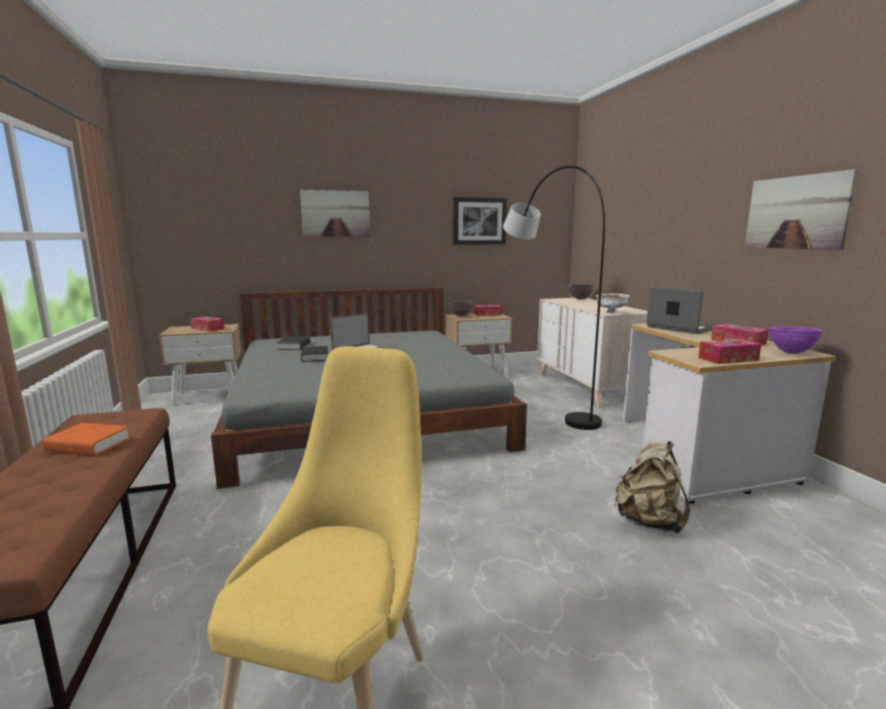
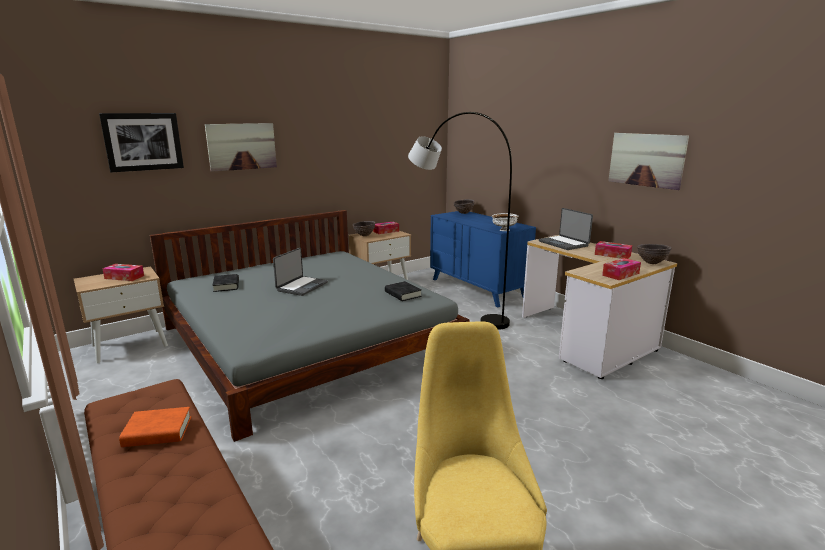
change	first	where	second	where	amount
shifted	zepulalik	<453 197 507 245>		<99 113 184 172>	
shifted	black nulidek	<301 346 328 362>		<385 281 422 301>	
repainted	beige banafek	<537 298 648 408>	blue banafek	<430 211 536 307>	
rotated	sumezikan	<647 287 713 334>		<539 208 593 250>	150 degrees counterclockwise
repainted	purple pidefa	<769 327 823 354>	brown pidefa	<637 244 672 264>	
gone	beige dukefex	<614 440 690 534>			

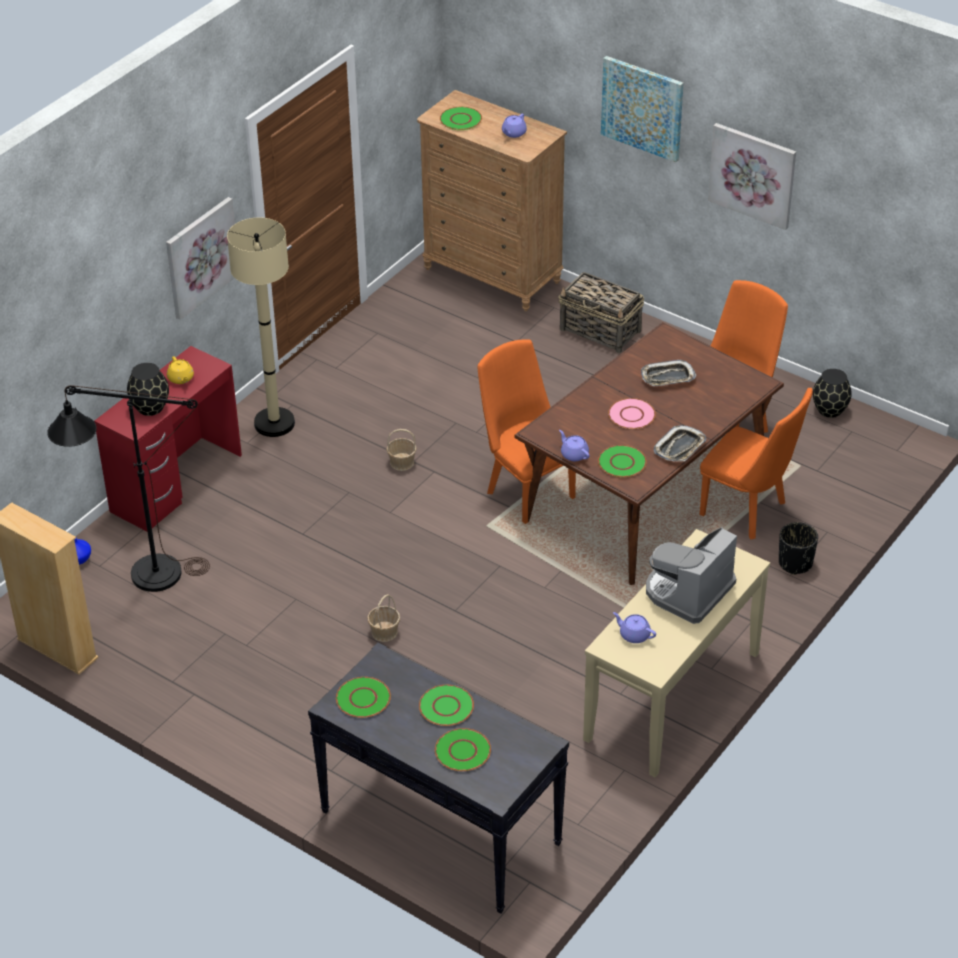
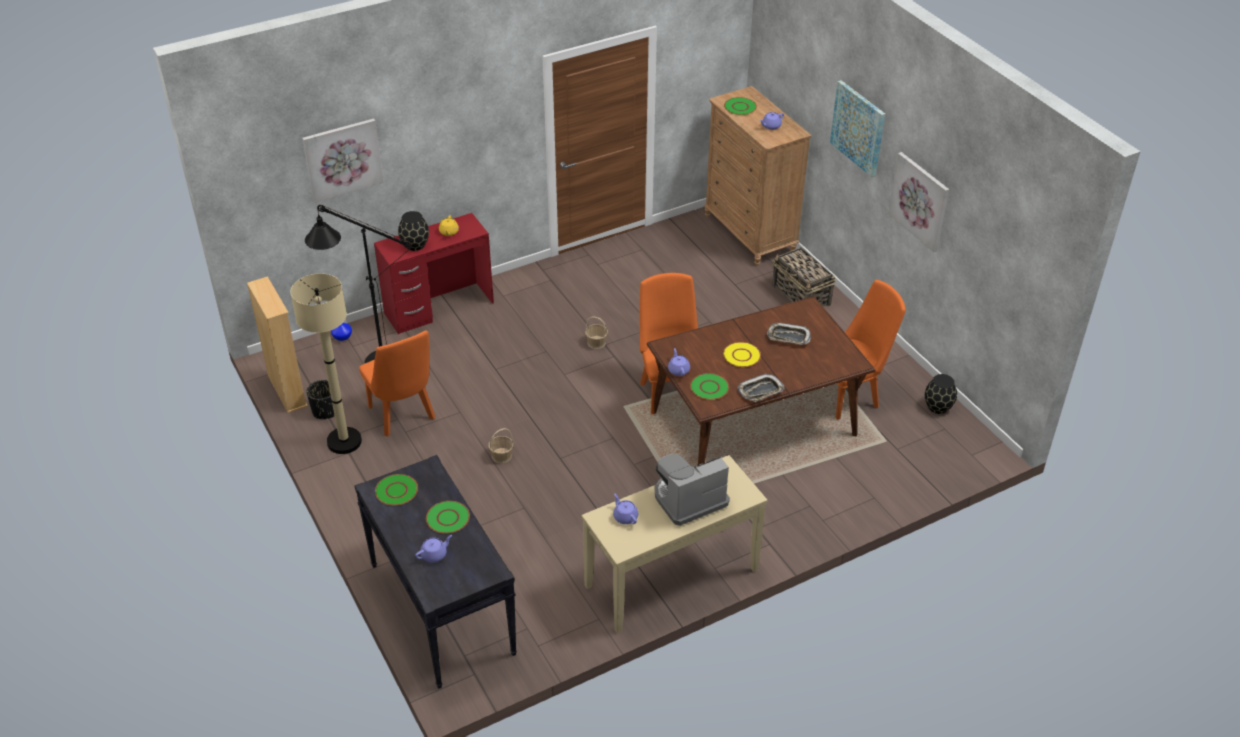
change	first	where	second	where	amount
shifted	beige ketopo	<227 218 295 437>		<291 274 362 454>	
shifted	zepulalik	<166 197 235 320>		<302 119 384 202>	
shifted	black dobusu	<779 522 818 575>		<306 380 335 419>	
shifted	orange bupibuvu	<700 388 813 539>		<359 330 435 436>	
swapped	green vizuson	<435 728 491 771>	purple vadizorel	<415 535 452 563>	
repainted	pink vizuson	<608 398 656 429>	yellow vizuson	<723 342 761 367>	

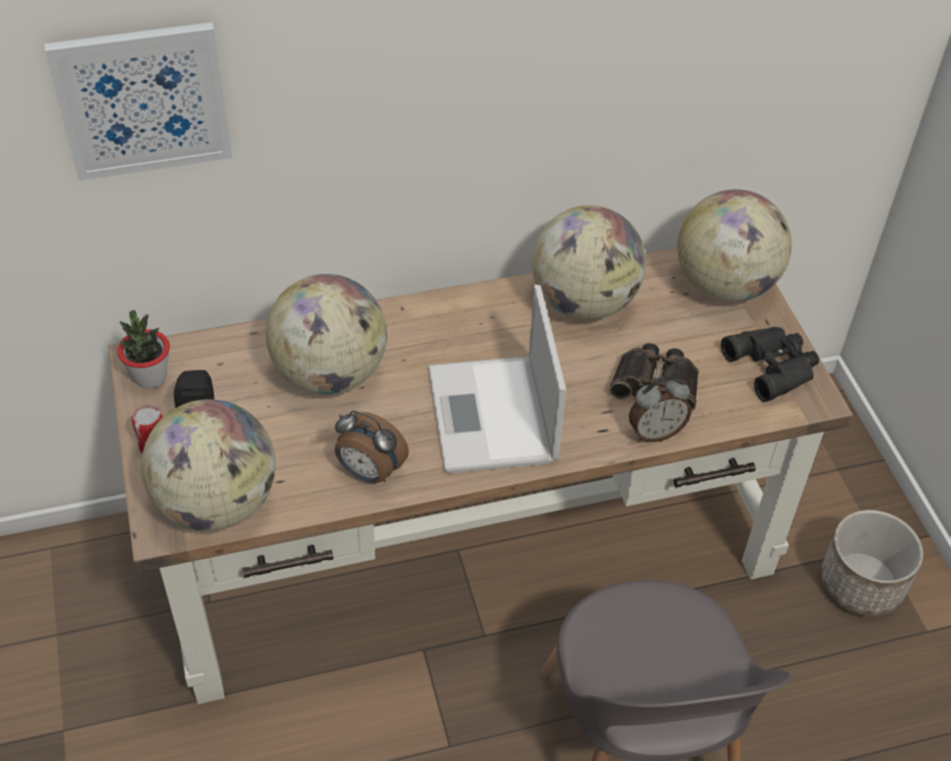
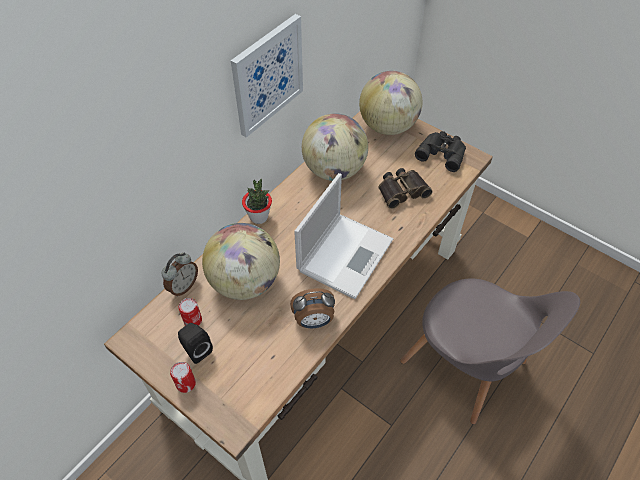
change	first	where	second	where	amount
shifted	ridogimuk	<629 376 692 442>		<162 252 198 296>	
new			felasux	<178 298 202 326>	
shifted	zepulalik	<44 22 232 181>		<231 14 303 138>	
shifted	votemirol	<117 310 170 389>		<242 178 272 224>	
rotated	sumezikan	<428 285 566 474>		<294 173 393 299>	105 degrees counterclockwise
gone	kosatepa	<141 399 276 531>			
gone	dobusu	<821 510 923 617>			

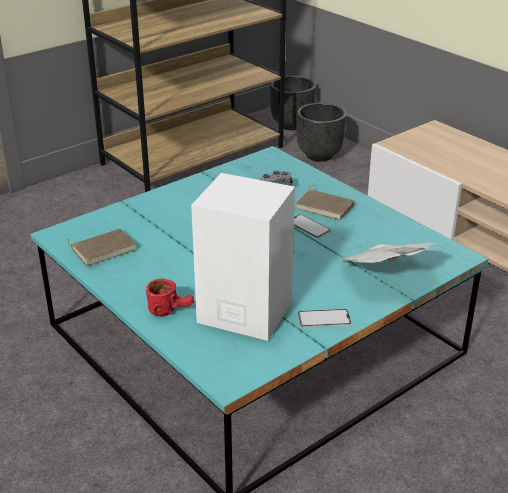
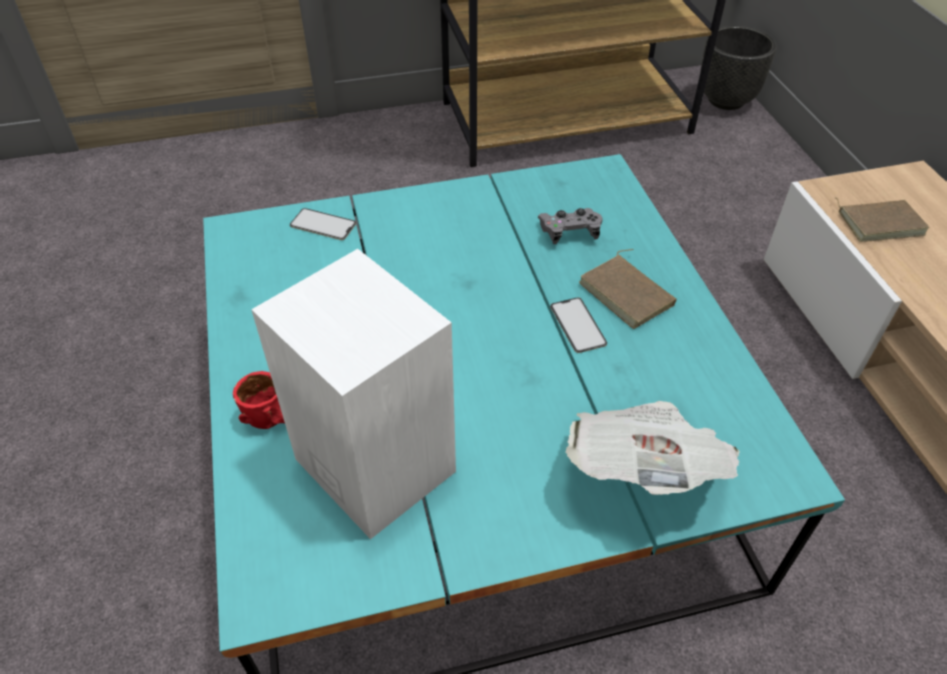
change	first	where	second	where	amount
shifted	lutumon	<298 309 351 327>		<290 208 356 240>	
shifted	brown nulidek	<67 229 136 266>		<834 197 930 242>	
gone	black dobusu	<296 103 347 162>			

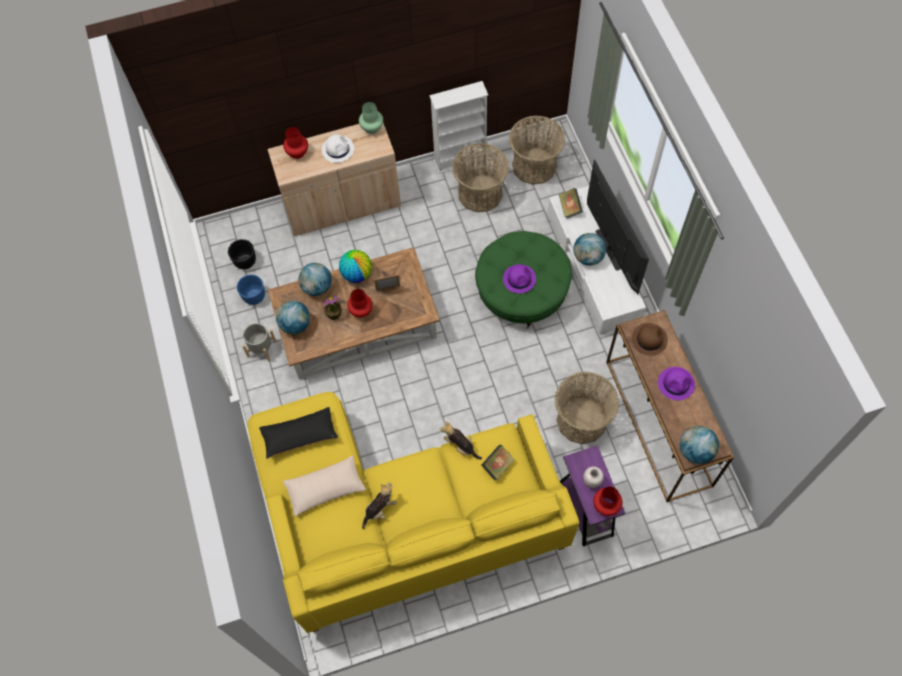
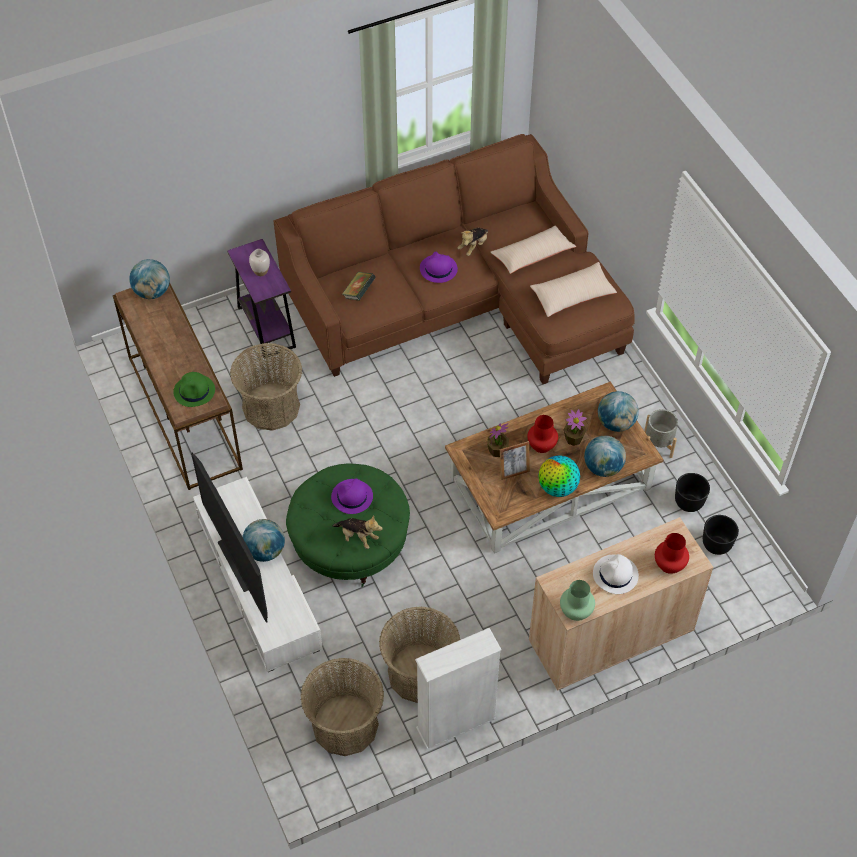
change	first	where	second	where	amount
repainted	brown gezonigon	<632 323 668 356>	green gezonigon	<173 372 215 407>	
repainted	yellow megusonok	<248 392 579 633>	brown megusonok	<273 134 635 384>	
shifted	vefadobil	<440 421 482 460>		<332 516 383 549>	
shifted	purple gezonigon	<658 367 695 400>		<420 252 458 283>	
new			votemirol	<487 423 509 457>	
repainted	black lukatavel	<259 407 338 459>	beige lukatavel	<530 262 617 317>	
repainted	blue dobusu	<237 274 265 305>	black dobusu	<675 473 710 512>	
gone	nulidek	<559 188 583 218>			
gone	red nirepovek	<593 487 622 516>			

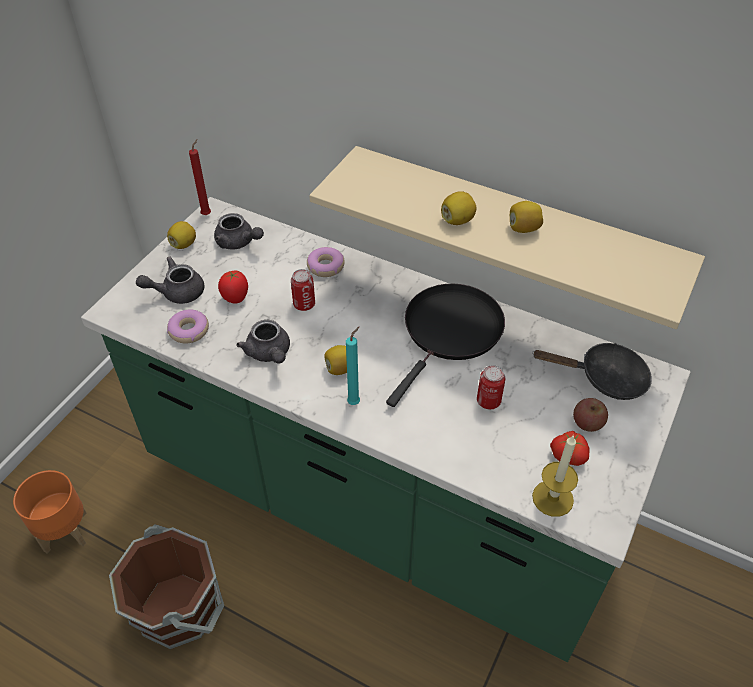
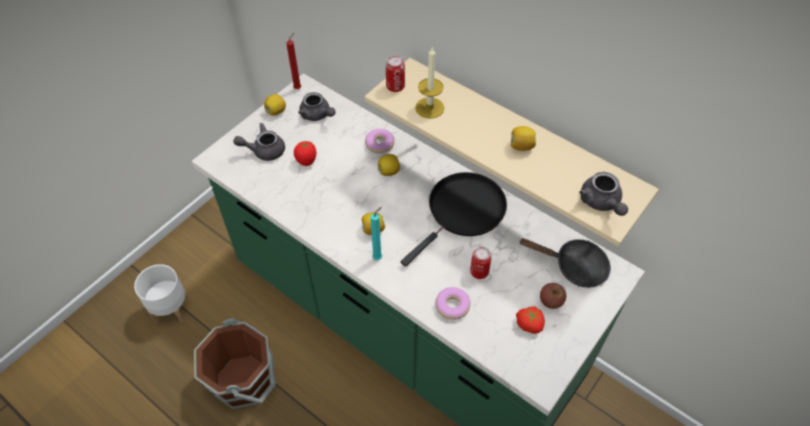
change	first	where	second	where	amount
repainted	orange dobusu	<13 470 86 553>	white dobusu	<134 264 188 324>	
shifted	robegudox	<441 191 476 225>		<378 154 400 176>	
shifted	felasux	<291 269 315 311>		<386 56 405 92>	
shifted	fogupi	<532 435 578 517>		<415 47 444 119>	
shifted	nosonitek	<167 310 209 343>		<435 287 470 320>	
shifted	grey vadizorel	<237 320 290 364>		<579 172 628 216>	

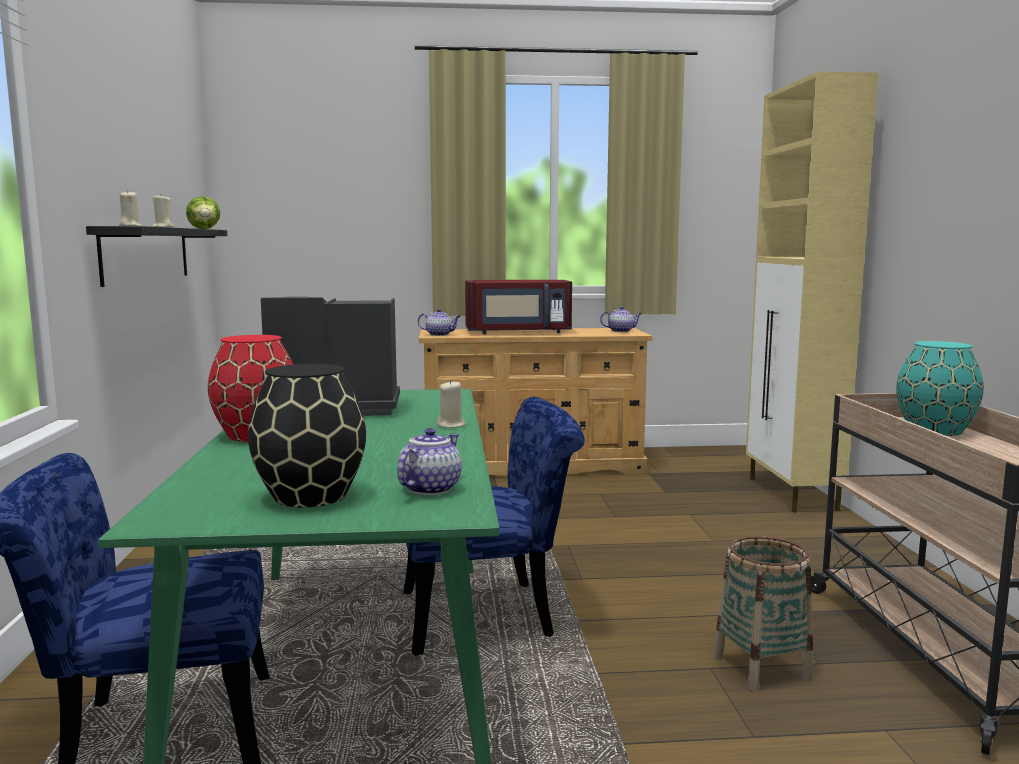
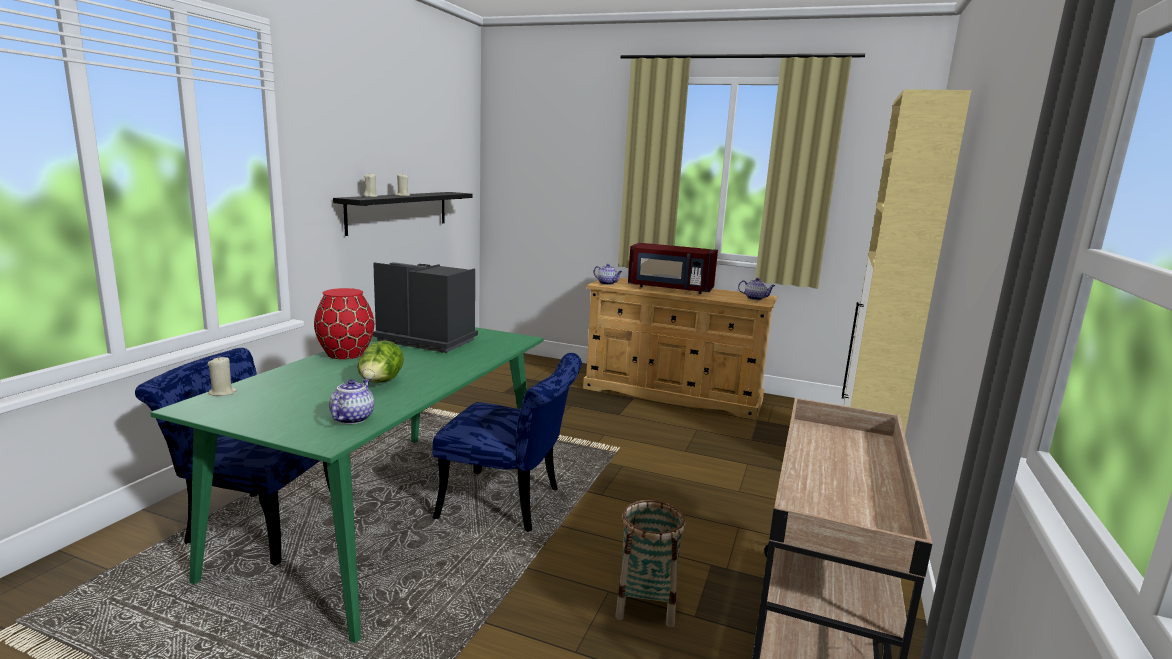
change	first	where	second	where	amount
shifted	beige fogupi	<437 380 466 428>		<208 356 237 396>	
rotated	vadizorel	<397 428 462 495>		<329 379 374 424>	45 degrees counterclockwise
shifted	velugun	<186 196 220 229>		<357 340 404 383>	
gone	black nirepovek	<248 364 366 507>			
gone	turquoise nirepovek	<896 341 984 436>			

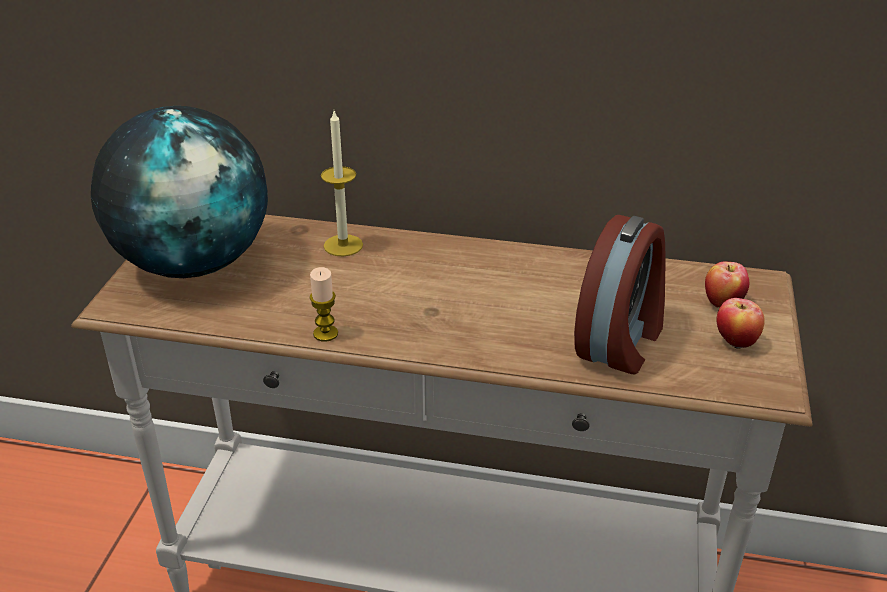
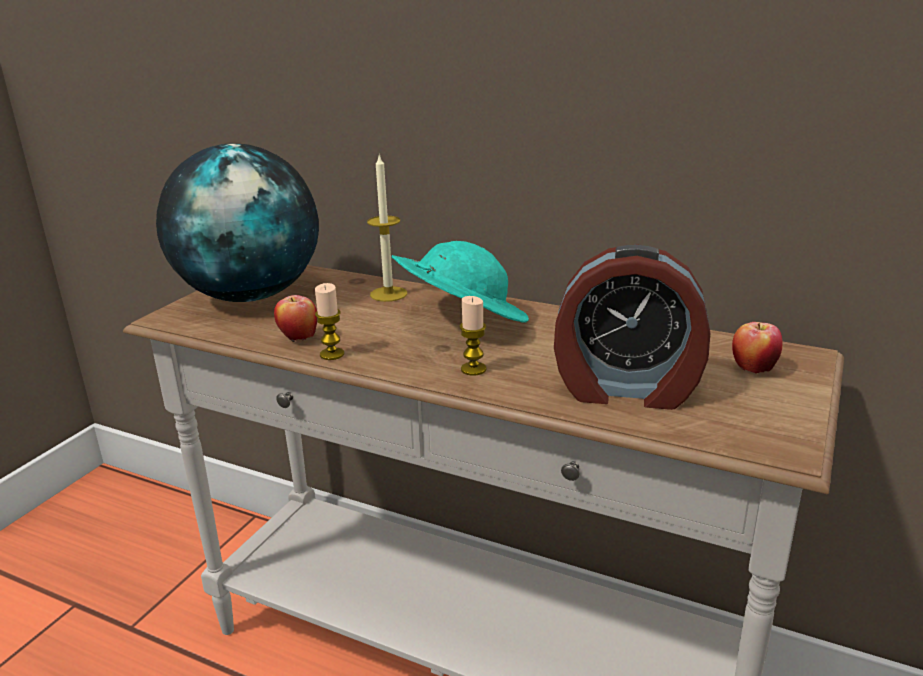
change	first	where	second	where	amount
shifted	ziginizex	<716 298 765 349>		<274 295 317 342>	
new			turquoise gezonigon	<392 241 529 323>	
new			fogupi	<460 296 487 376>	
rotated	ridogimuk	<574 215 666 374>		<554 244 710 410>	60 degrees clockwise

